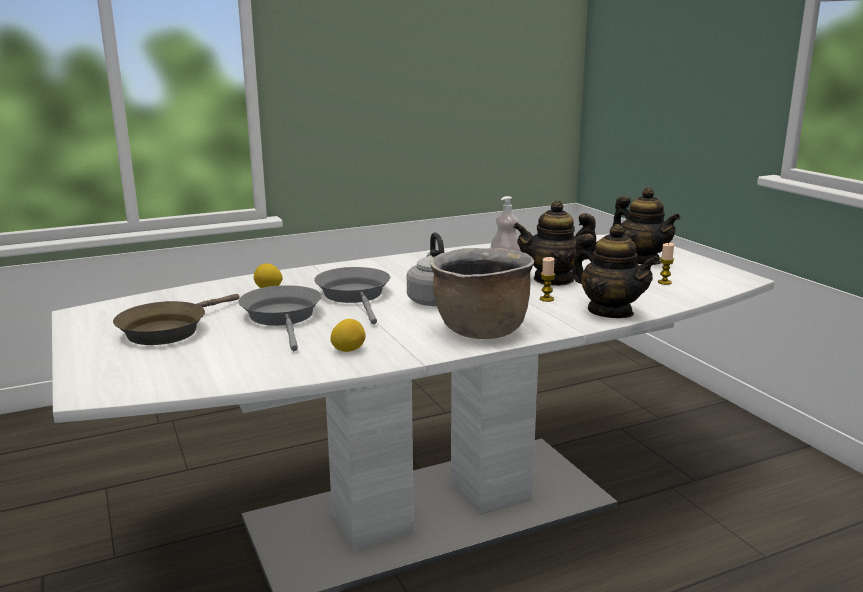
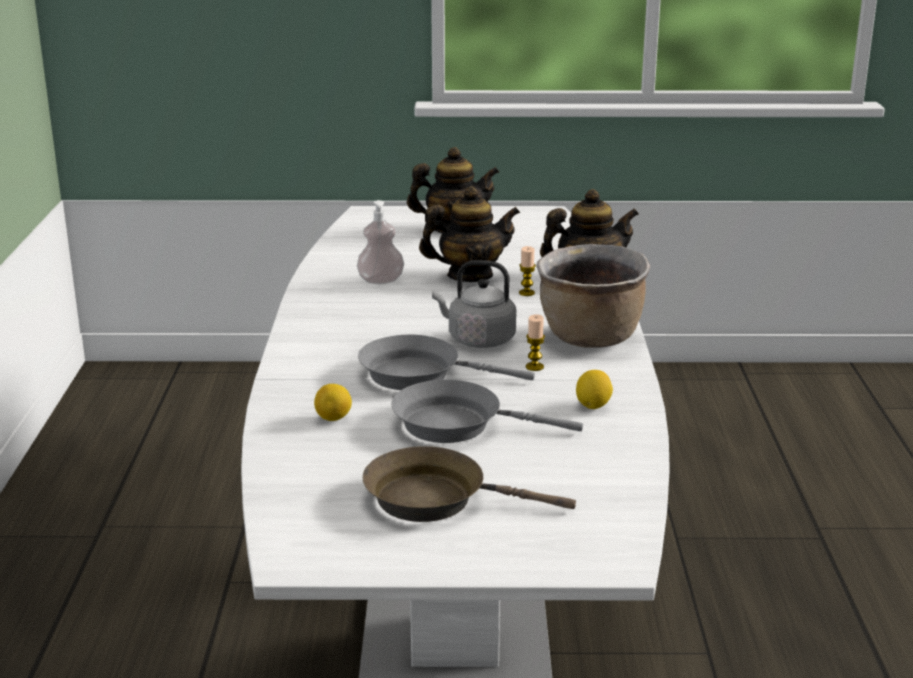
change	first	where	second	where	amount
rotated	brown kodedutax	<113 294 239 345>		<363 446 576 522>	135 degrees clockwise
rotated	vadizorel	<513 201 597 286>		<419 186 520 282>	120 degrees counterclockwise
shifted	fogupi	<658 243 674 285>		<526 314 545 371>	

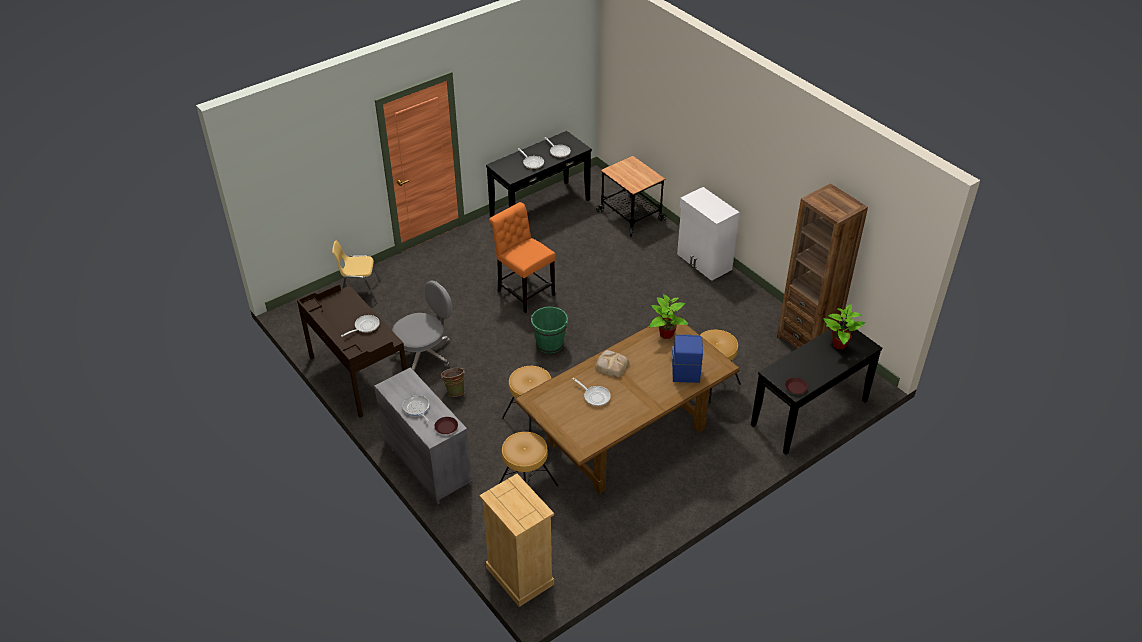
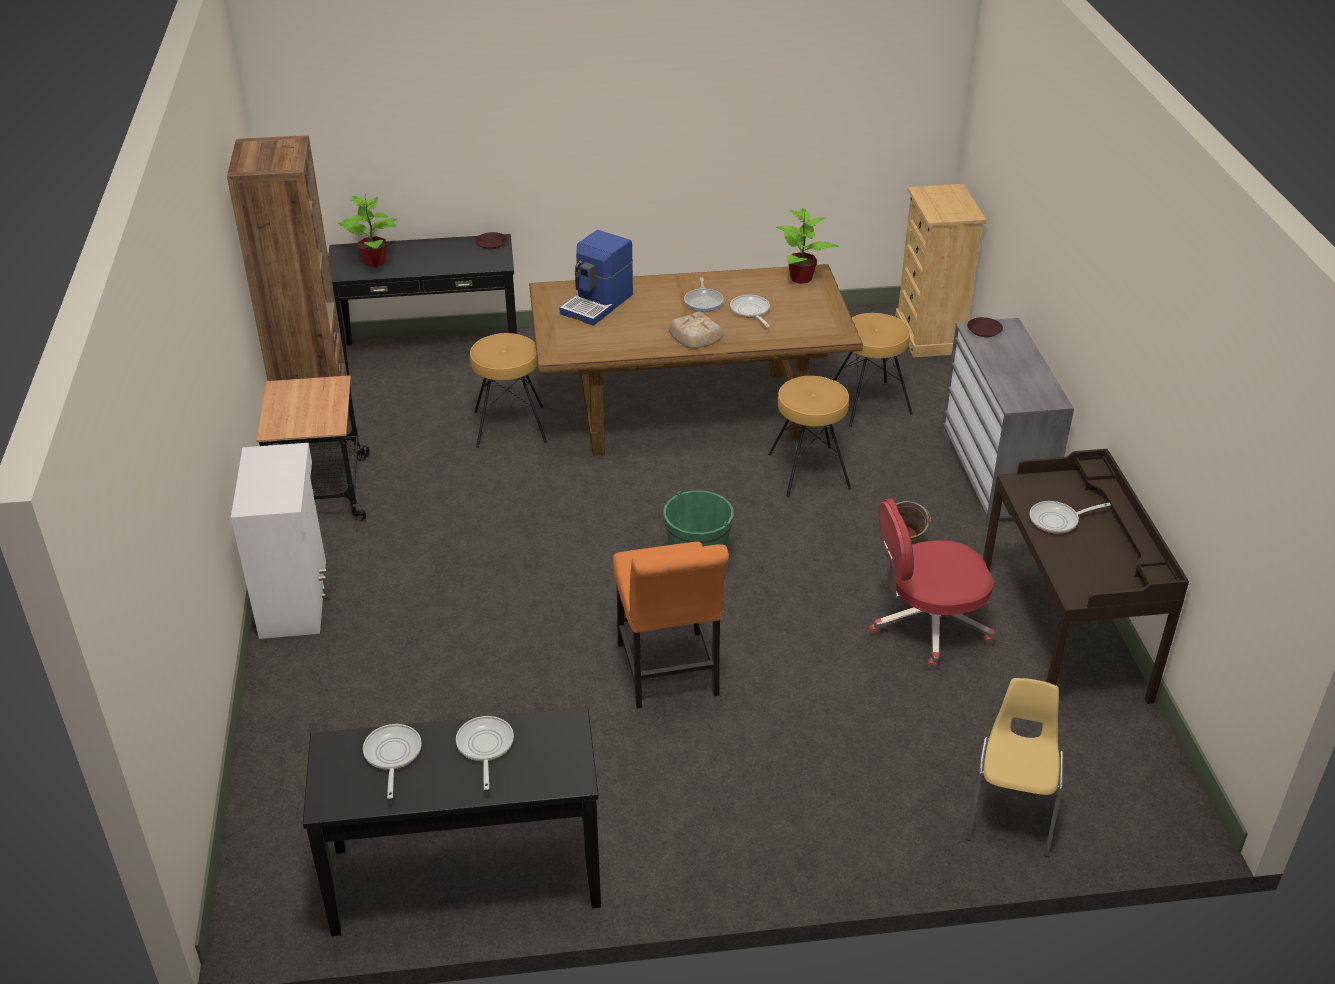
change	first	where	second	where	amount
shifted	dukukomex	<596 156 666 237>		<256 375 369 521>	
shifted	kodedutax	<402 395 429 422>		<684 277 724 312>	
shifted	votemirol	<649 294 688 339>		<776 208 839 284>	
repainted	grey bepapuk	<390 281 452 373>	red bepapuk	<869 498 995 670>	
rotated	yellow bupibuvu	<332 241 381 304>		<966 678 1064 857>	105 degrees counterclockwise

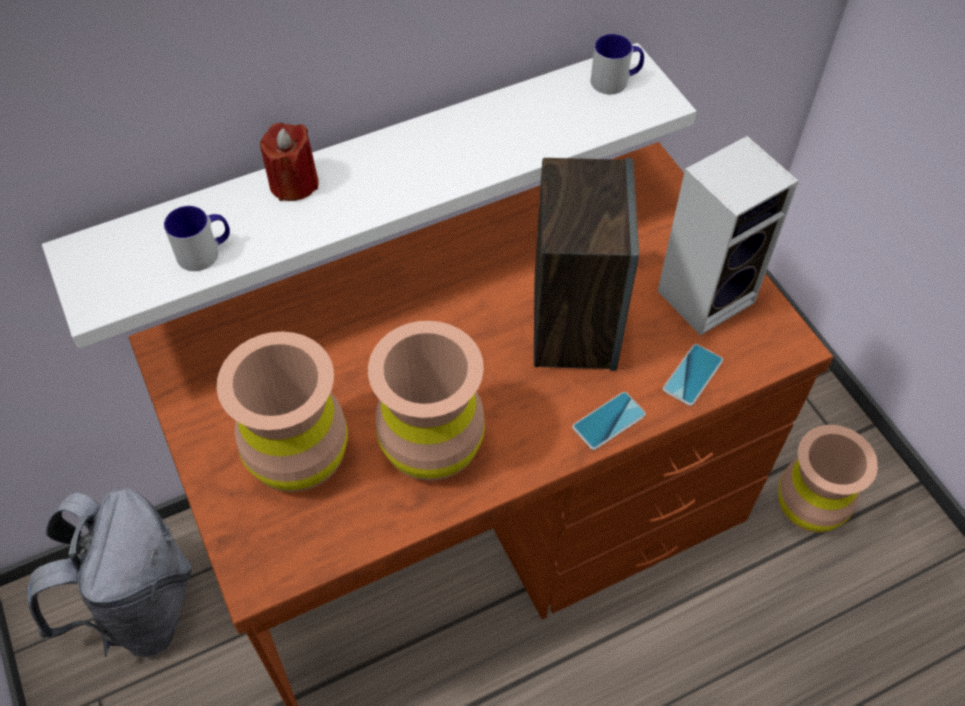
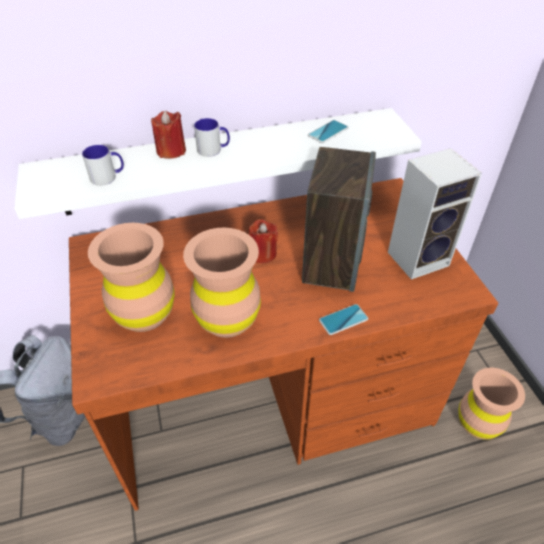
change	first	where	second	where	amount
shifted	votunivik	<591 34 644 94>		<194 118 230 157>	
new			red fogupi	<249 219 278 263>	
shifted	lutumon	<663 344 723 406>		<308 120 349 143>	

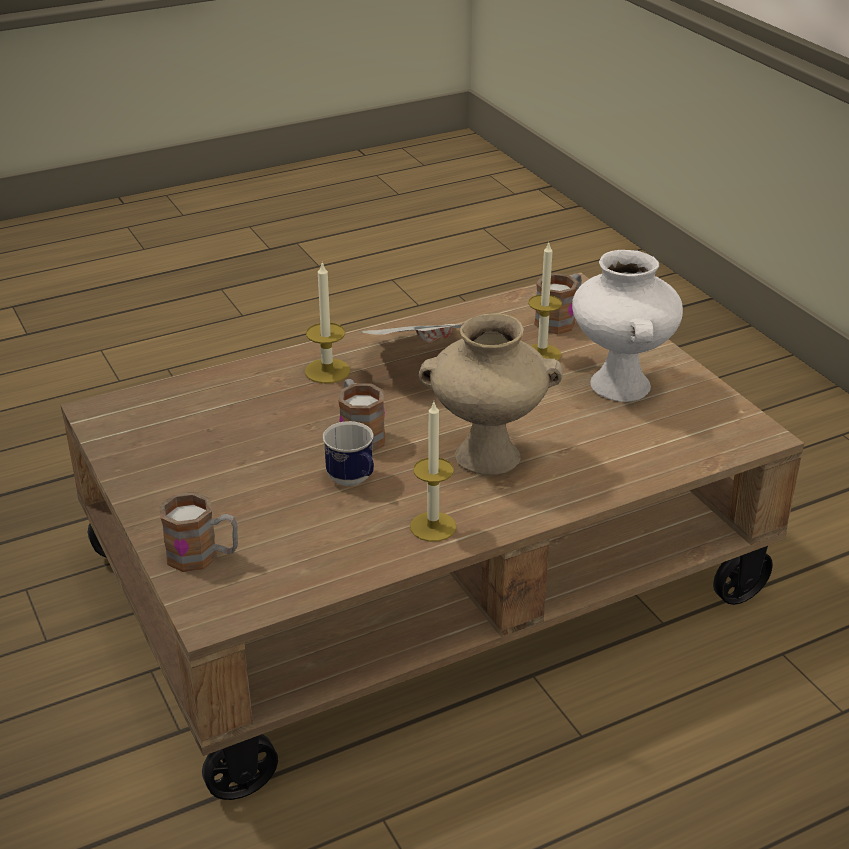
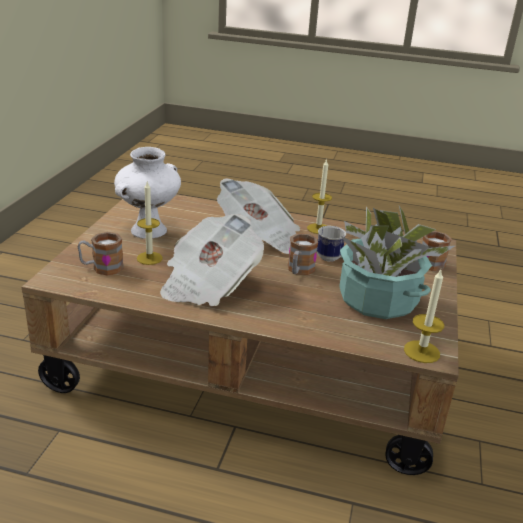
change	first	where	second	where	amount
swapped	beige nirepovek	<419 313 563 475>	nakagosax	<217 178 300 254>	
new			votemirol	<339 206 455 319>	
shifted	fogupi	<305 261 350 384>		<404 270 444 363>	

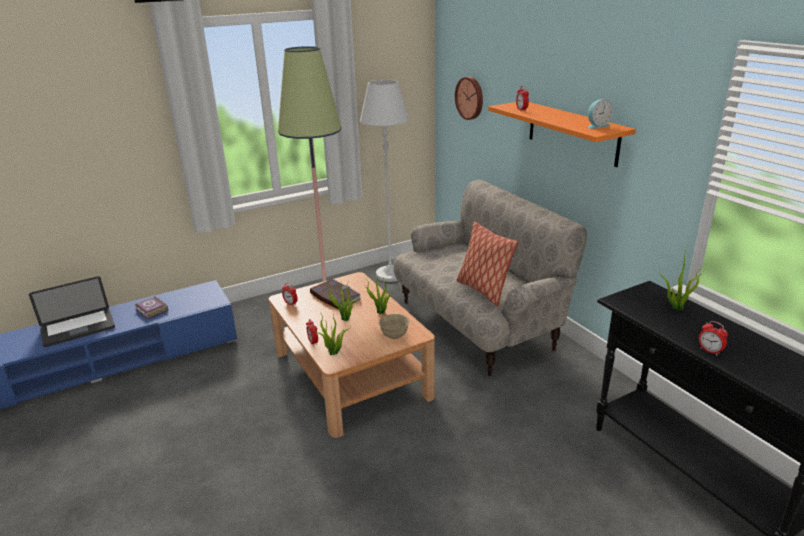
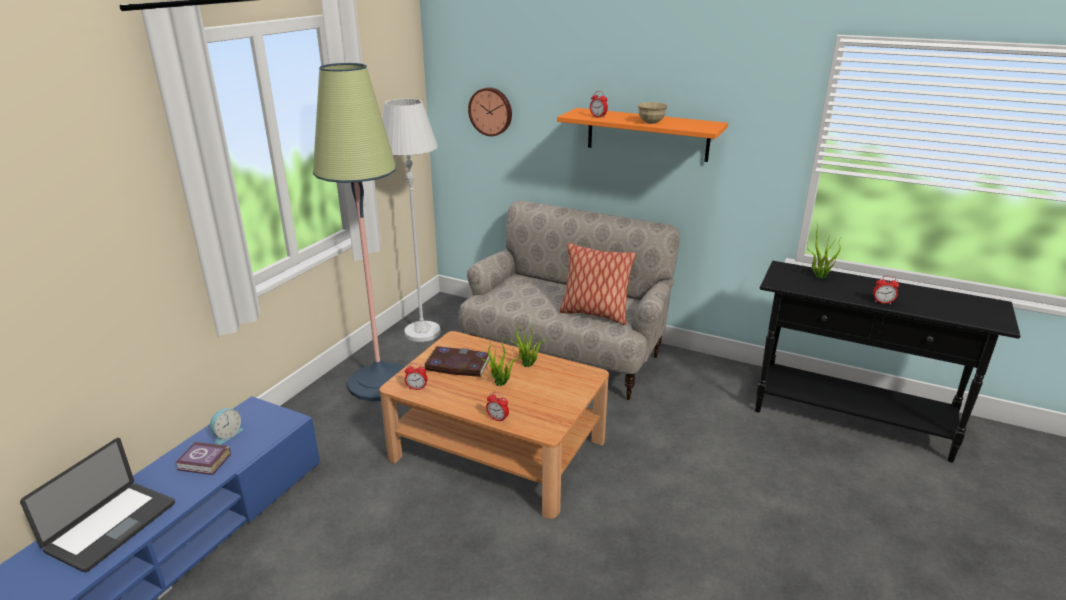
change	first	where	second	where	amount
shifted	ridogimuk	<588 99 613 129>		<210 408 243 445>	
shifted	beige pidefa	<379 314 409 339>		<637 102 668 124>	
gone	votemirol	<312 312 350 355>			

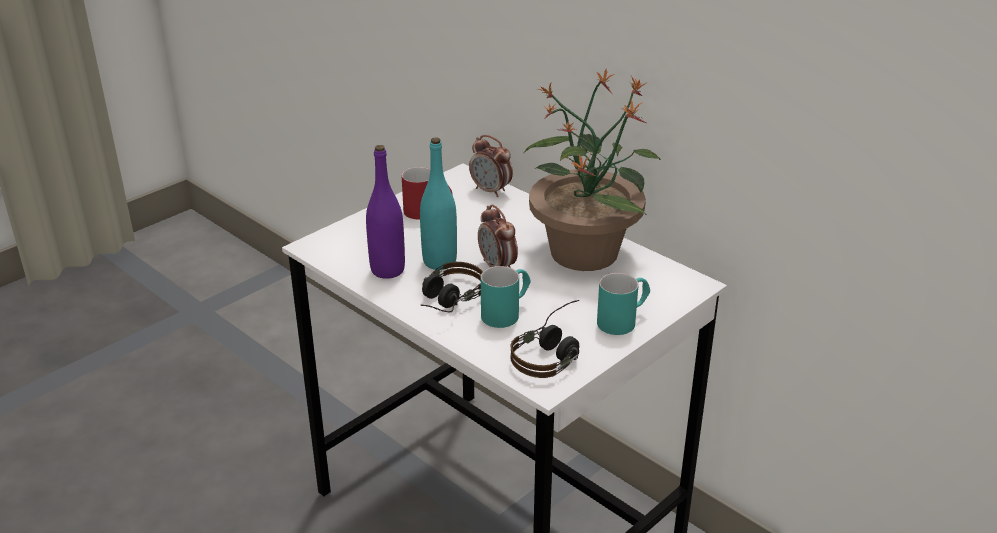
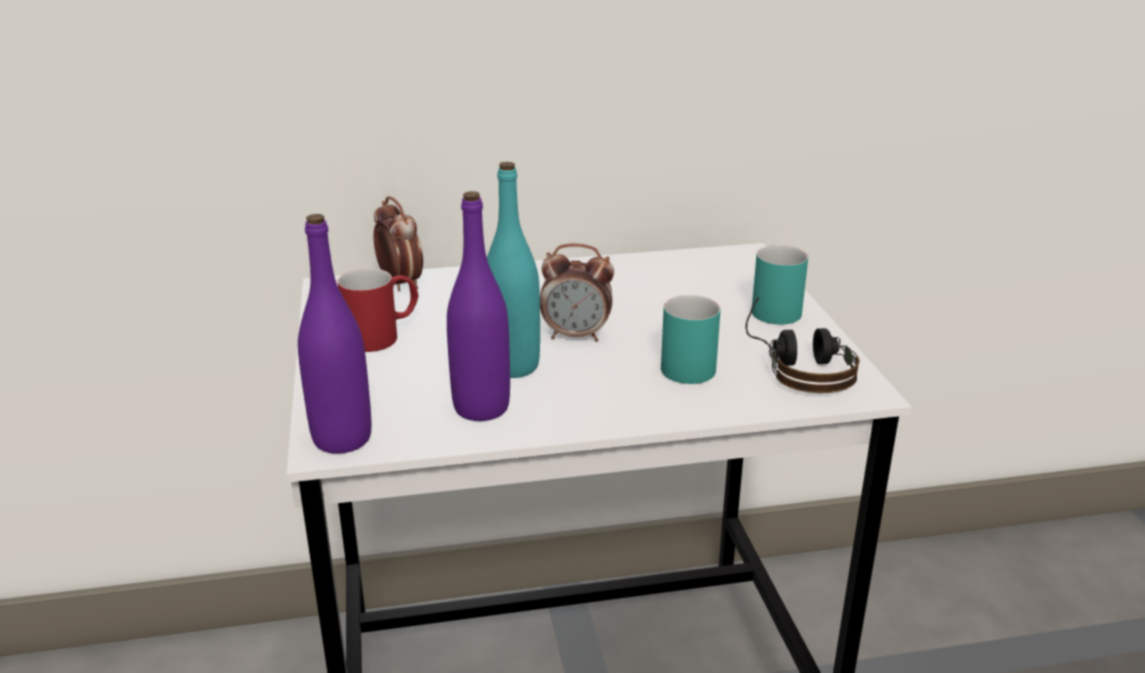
change	first	where	second	where	amount
new			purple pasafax	<298 214 371 454>	
rotated	ridogimuk	<469 135 513 197>		<374 196 423 291>	105 degrees counterclockwise
gone	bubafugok	<421 262 483 312>			
gone	votemirol	<524 68 660 271>			

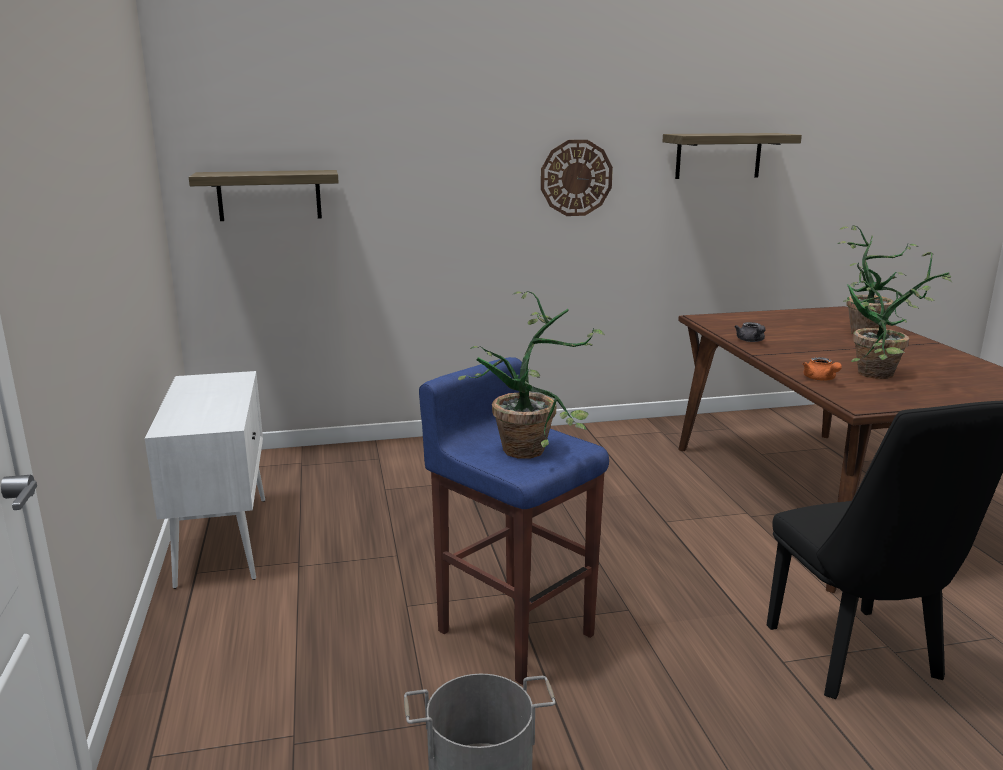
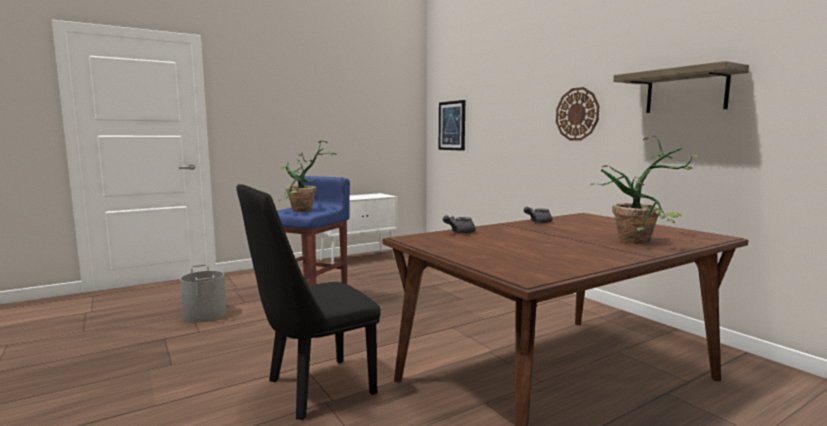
change	first	where	second	where	amount
swapped	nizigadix	<189 170 339 221>	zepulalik	<439 100 465 151>	
repainted	orange vadizorel	<803 357 842 381>	grey vadizorel	<443 215 476 234>	
gone	votemirol	<843 252 952 379>			

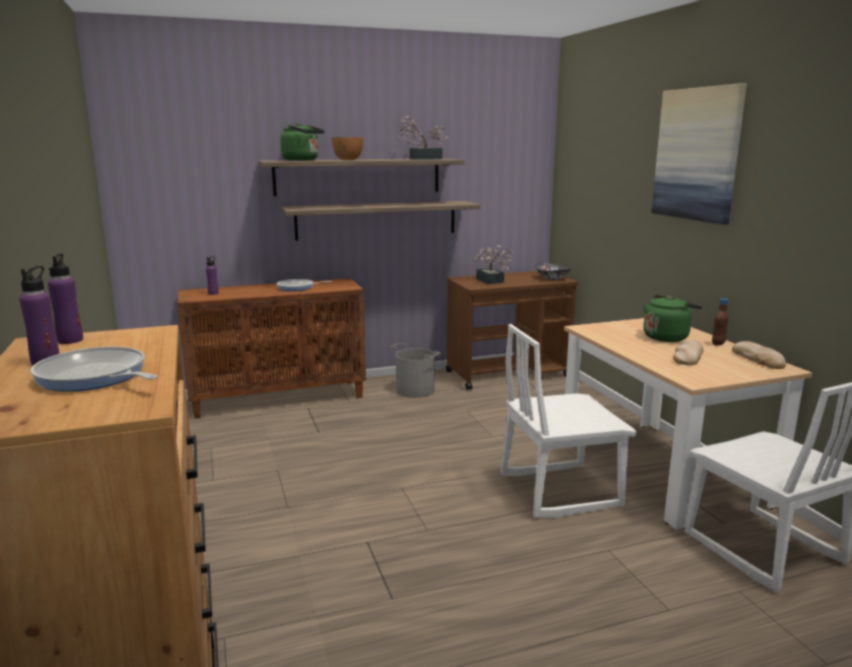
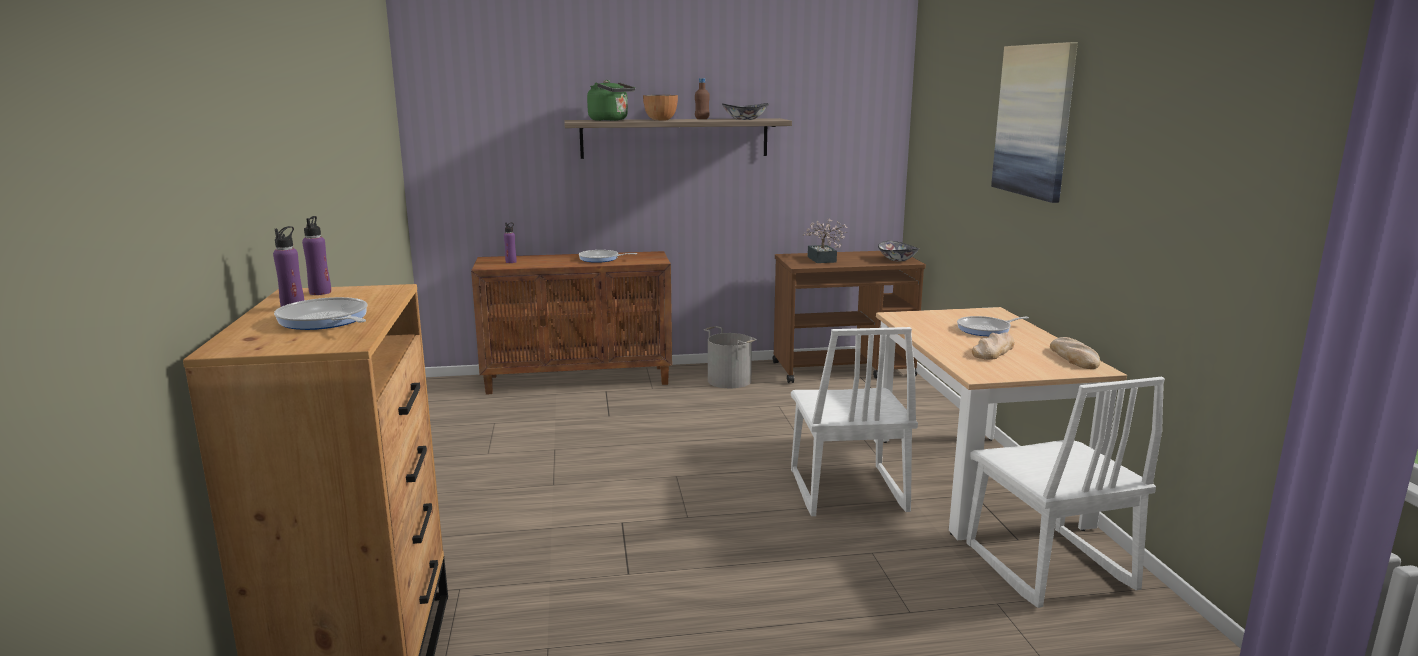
change	first	where	second	where	amount
shifted	brown pasafax	<712 298 729 346>		<695 78 710 119>	
swapped	votemirol	<398 116 448 160>	pidefa	<722 103 769 120>	
rotated	white bupibuvu	<501 324 636 518>		<791 327 918 516>	90 degrees counterclockwise
swapped	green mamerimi	<643 295 702 342>	kodedutax	<957 316 1029 336>	
gone	nizigadix	<280 201 481 241>			

